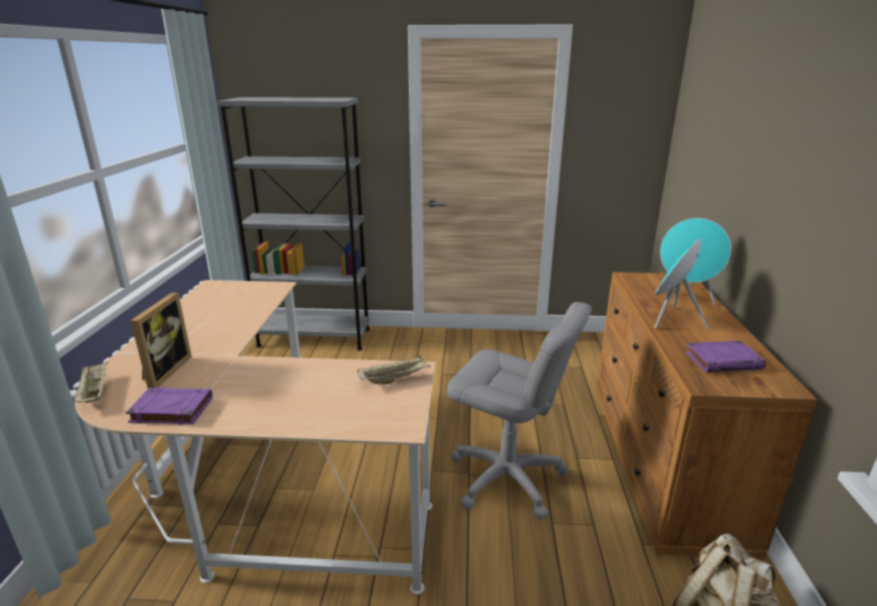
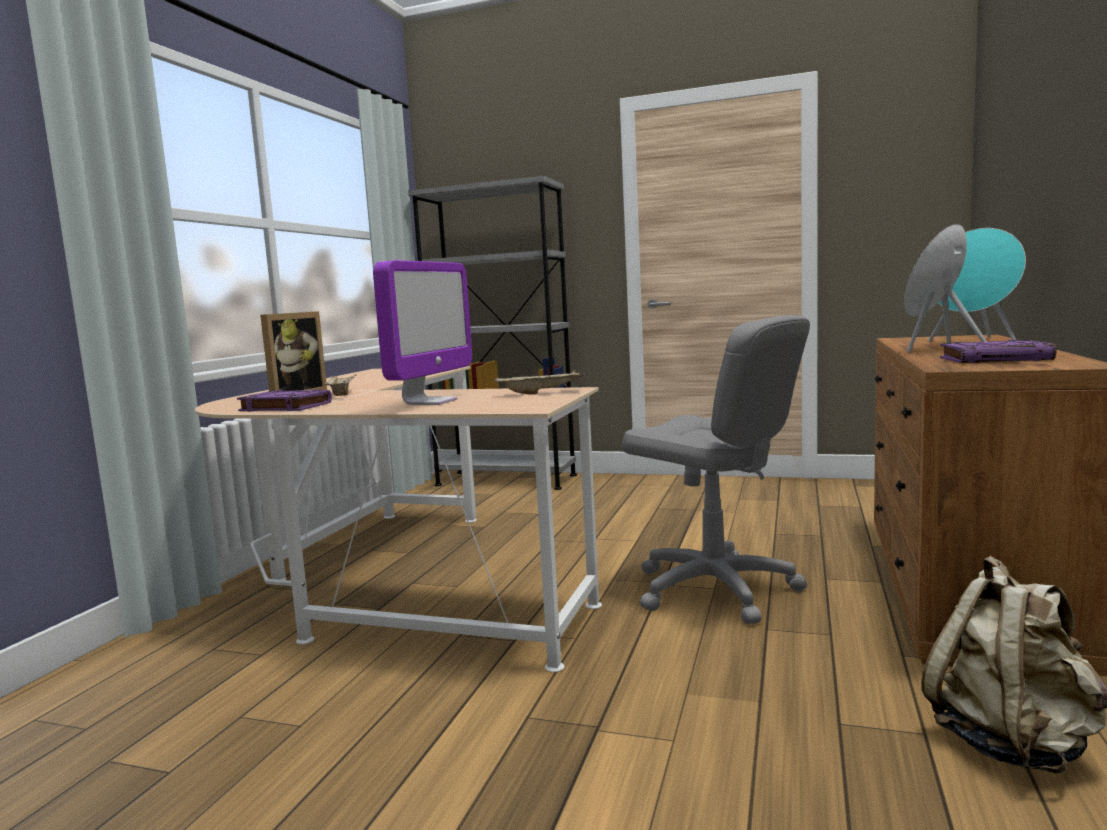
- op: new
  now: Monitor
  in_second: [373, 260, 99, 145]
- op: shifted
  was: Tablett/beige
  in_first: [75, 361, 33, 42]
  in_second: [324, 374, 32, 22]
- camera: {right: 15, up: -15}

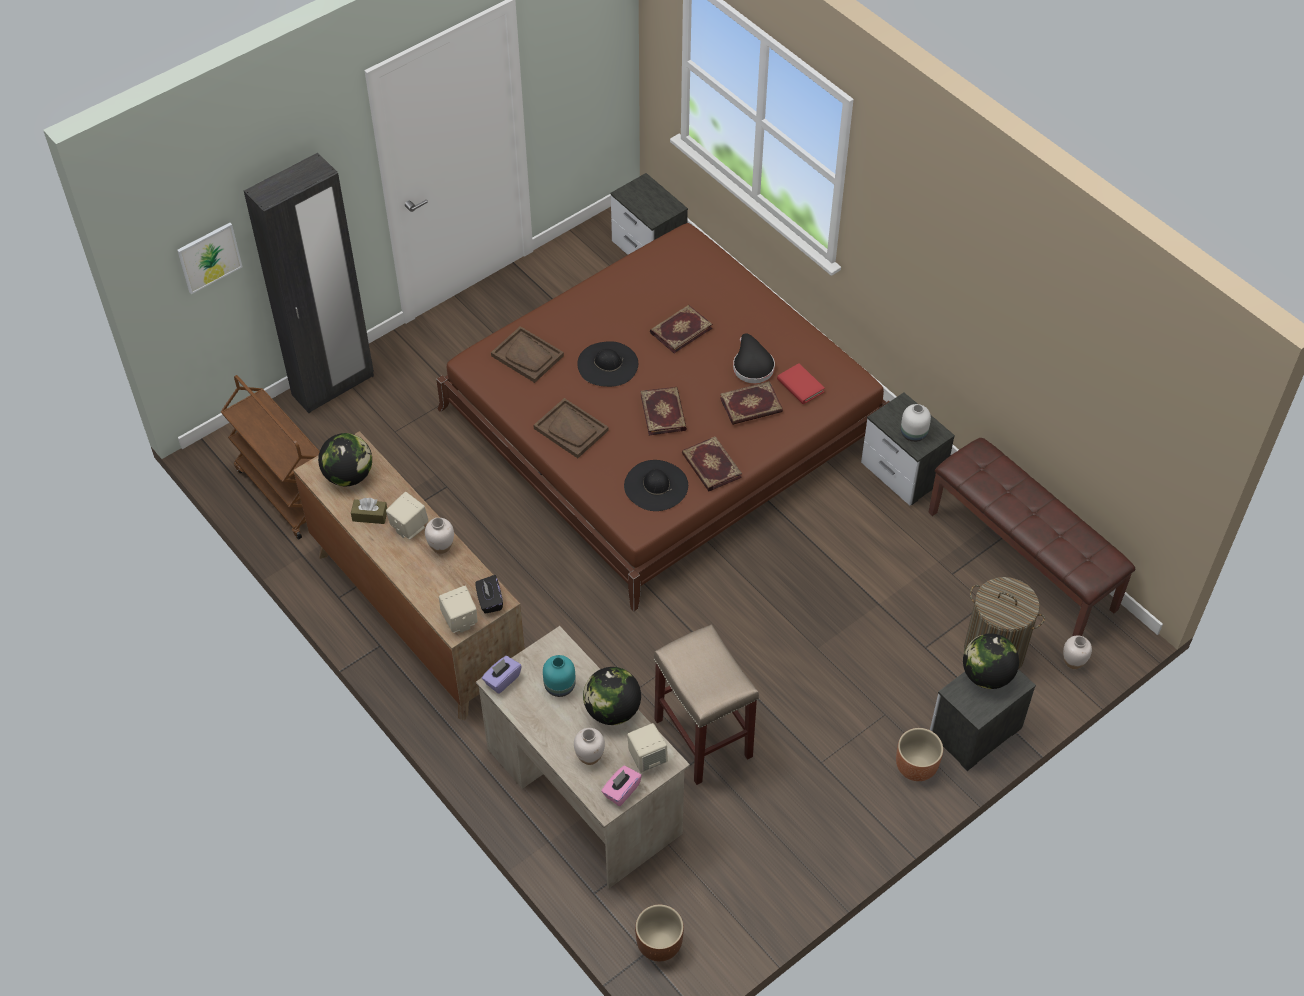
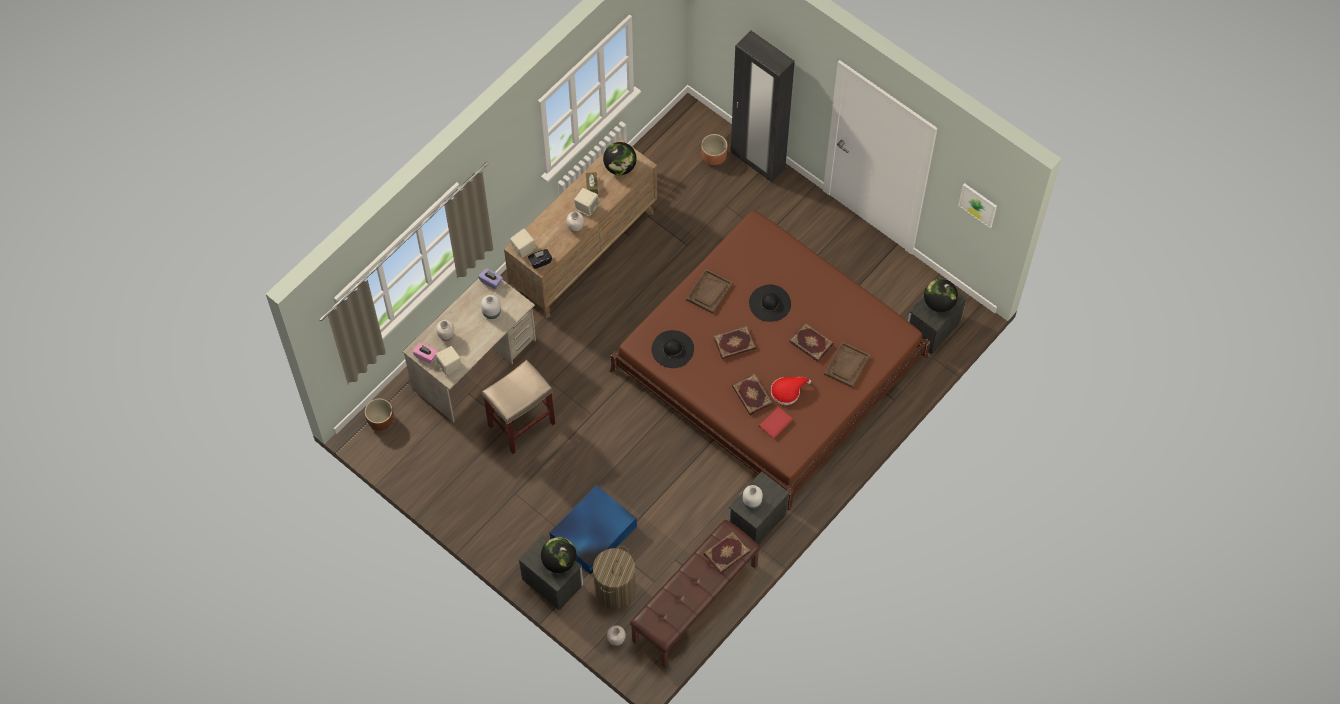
- op: gone
  was: Rollwagen/braun
  in_first: [221, 375, 99, 164]
- op: new
  now: Aufbewahrungsbox/blau
  in_second: [550, 485, 87, 89]
- op: shifted
  was: Bild
  in_first: [177, 223, 65, 71]
  in_second: [958, 183, 39, 45]
- op: shifted
  was: Tablett/braun
  in_first: [491, 326, 73, 57]
  in_second: [824, 341, 46, 47]
- op: shifted
  was: Globus
  in_first: [583, 667, 58, 58]
  in_second: [924, 279, 34, 33]
- op: shifted
  was: Buch
  in_first: [682, 436, 60, 55]
  in_second: [704, 531, 46, 43]
- op: shifted
  was: Pflanzkübel/braun
  in_first: [896, 728, 47, 53]
  in_second: [701, 134, 27, 31]
- op: repainted
  was: Vase/türkis
  now: Vase/weiß
  in_first: [543, 655, 33, 42]
  in_second: [481, 295, 20, 24]
- op: repainted
  was: Hut/schwarz
  now: Hut/rot
  in_first: [733, 333, 42, 50]
  in_second: [771, 377, 40, 28]
- camera: {right: 80, up: 10}

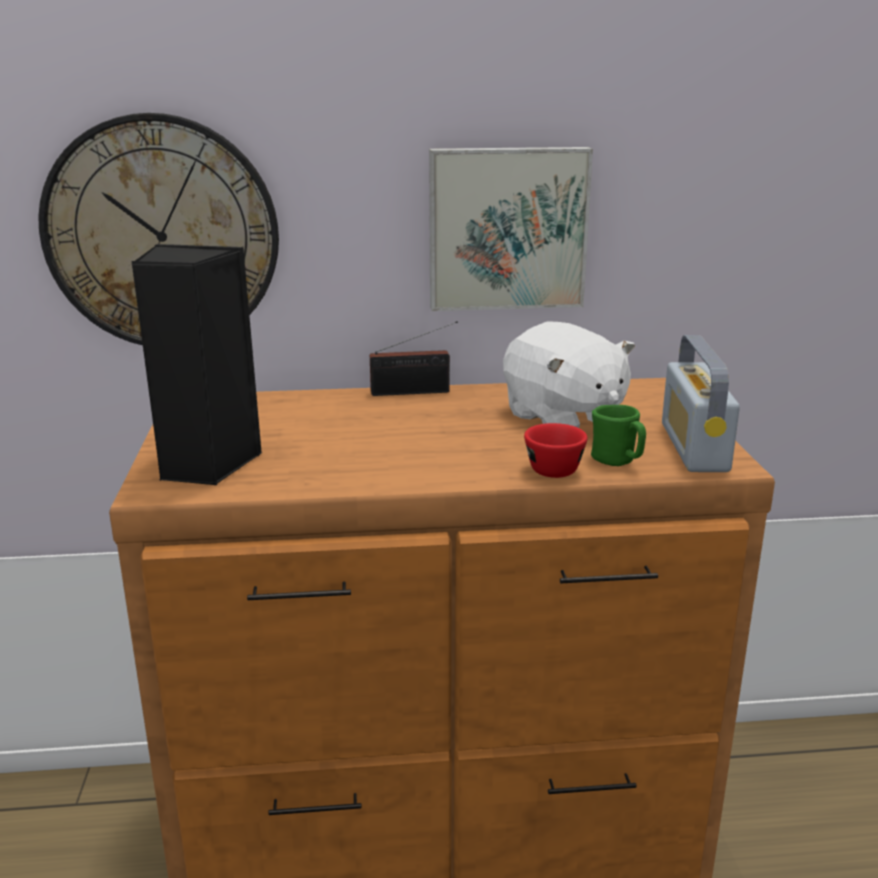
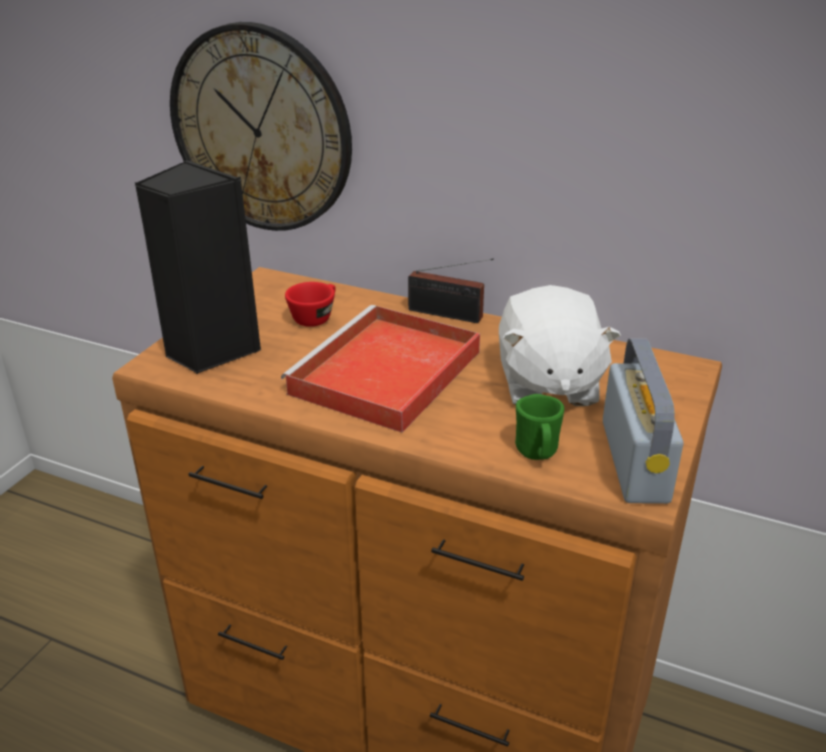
- op: gone
  was: Bild
  in_first: [429, 147, 164, 164]
- op: new
  now: Tablett/rot
  in_second: [281, 305, 199, 128]
- op: shifted
  was: Tasse/rot
  in_first: [524, 423, 64, 55]
  in_second: [285, 282, 51, 45]
- op: rotated
  was: Radio
  in_first: [662, 335, 78, 137]
  in_second: [603, 339, 80, 165]
  clockwise: 150
- camera: {right: 30, up: 10}

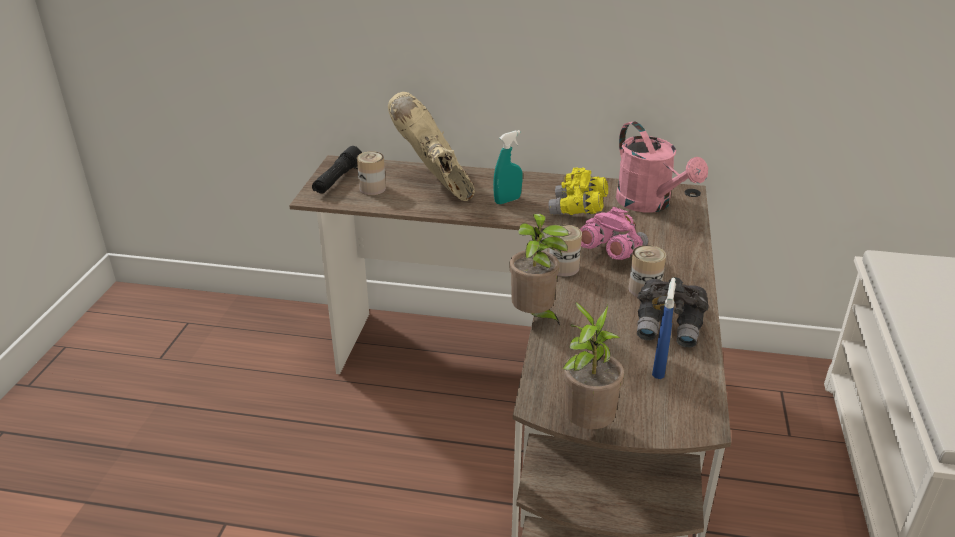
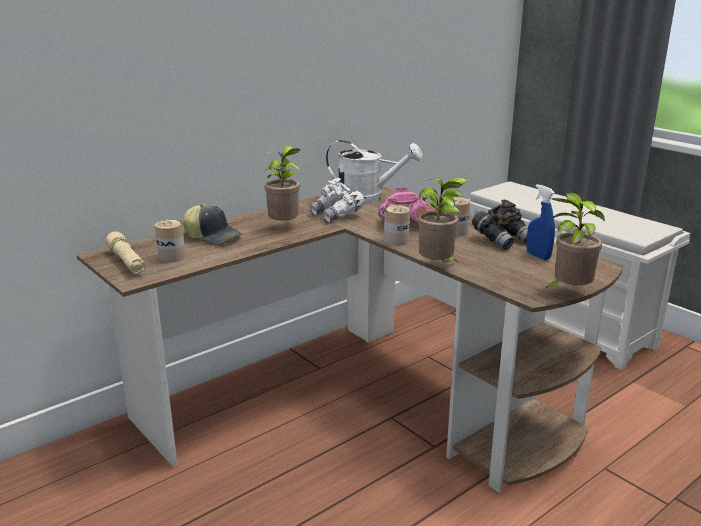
- op: swapped
  was: Stiefel/beige
  now: Kappe
  in_first: [388, 92, 87, 109]
  in_second: [183, 204, 59, 42]
- op: swapped
  was: Sprühflasche/türkis
  now: Topfpflanze
  in_first: [493, 130, 29, 74]
  in_second: [263, 146, 38, 75]
- op: repainted
  was: Taschenlampe/schwarz
  now: Taschenlampe/beige
  in_first: [312, 146, 50, 48]
  in_second: [106, 231, 40, 43]
- op: repainted
  was: Fernglas/gelb
  now: Fernglas/weiß
  in_first: [549, 167, 59, 48]
  in_second: [309, 178, 56, 44]
- op: repainted
  was: Gießkanne/rosa
  now: Gießkanne/weiß
  in_first: [616, 121, 92, 92]
  in_second: [326, 140, 96, 64]
- camera: {right: -50, up: -10}

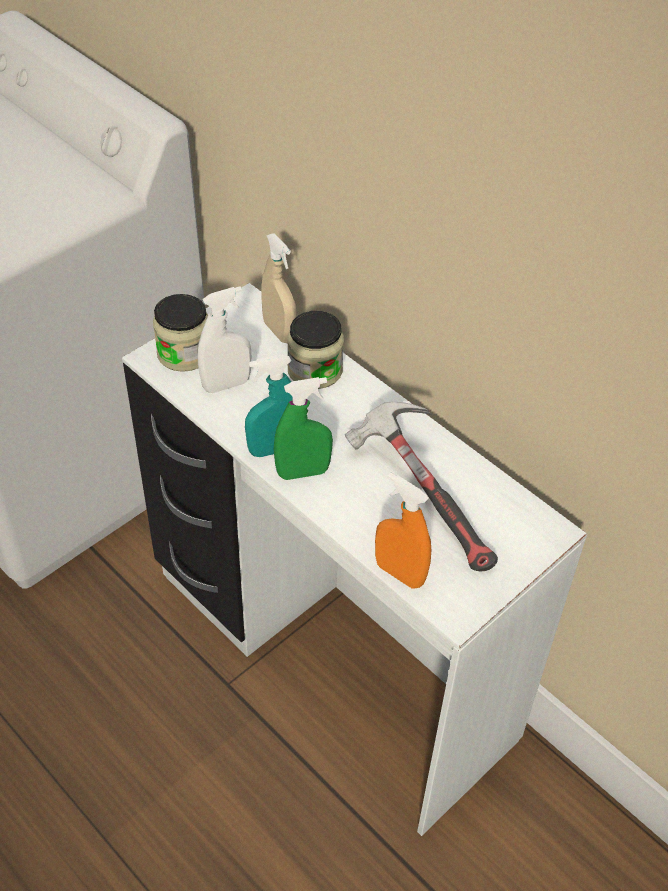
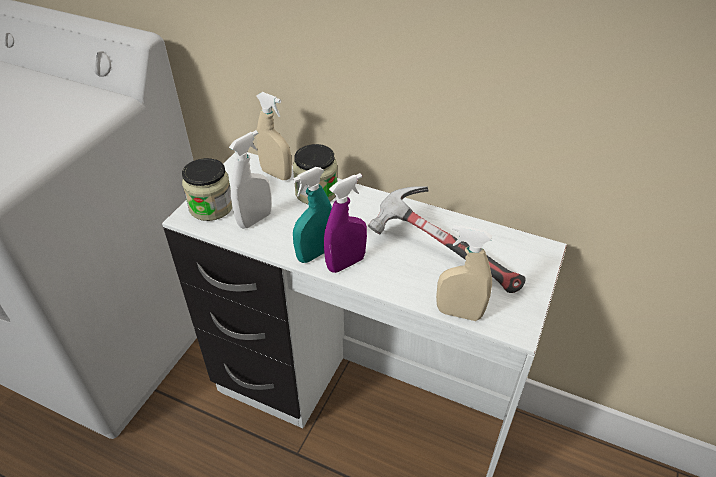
- op: repainted
  was: Sprühflasche/grün
  now: Sprühflasche/lila
  in_first: [274, 377, 59, 103]
  in_second: [324, 173, 43, 100]
- op: repainted
  was: Sprühflasche/orange
  now: Sprühflasche/beige
  in_first: [375, 472, 56, 117]
  in_second: [436, 225, 56, 96]
- camera: {right: -20, up: -5}

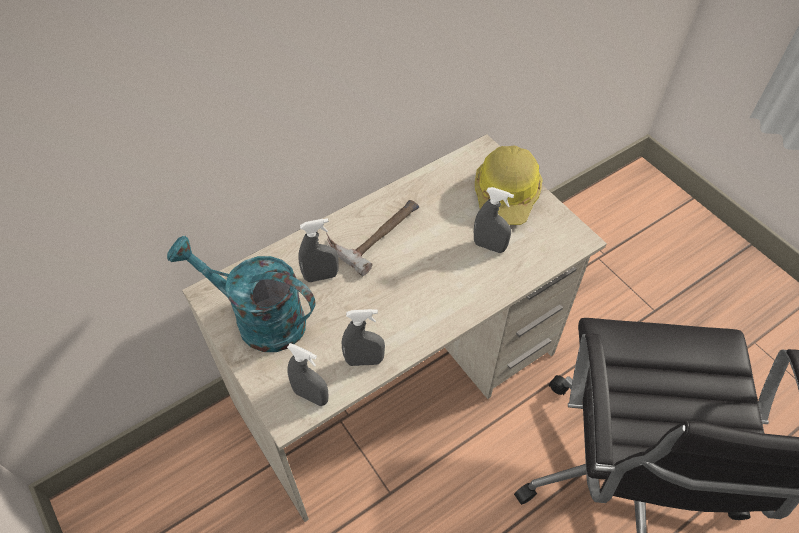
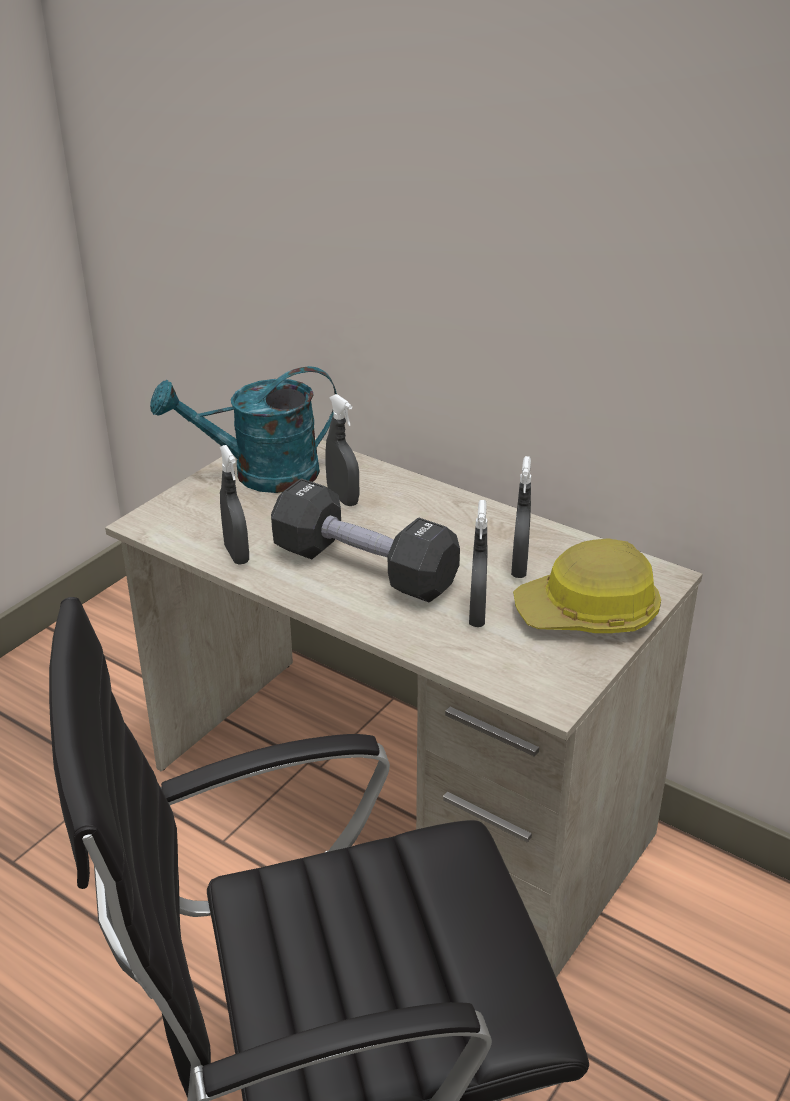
- op: gone
  was: Hammer
  in_first: [326, 200, 93, 76]
- op: new
  now: Hantel/schwarz
  in_second: [271, 478, 189, 124]
- op: shifted
  was: Sprühflasche/grau
  in_first: [287, 343, 41, 63]
  in_second: [511, 456, 20, 122]
- op: rotated
  was: Gießkanne/türkis
  in_first: [167, 236, 148, 116]
  in_second: [150, 366, 187, 127]
  clockwise: -105
- camera: {right: 70, up: -20}

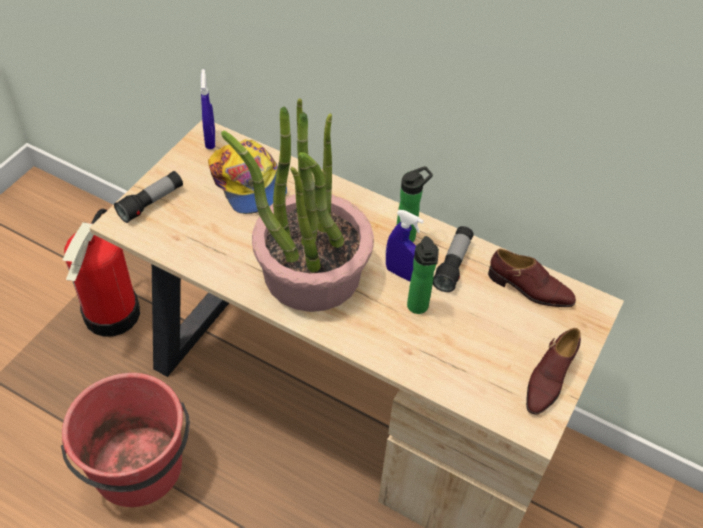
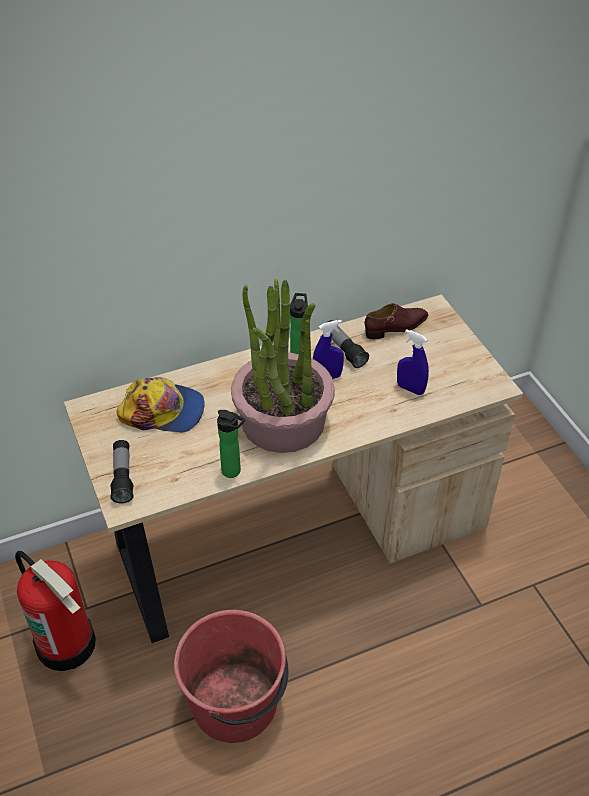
- op: gone
  was: Schuh/braun
  in_first: [526, 328, 55, 87]
- op: shifted
  was: Sprühflasche/blau
  in_first: [201, 69, 14, 80]
  in_second: [397, 329, 32, 66]
- op: shifted
  was: Flasche
  in_first: [407, 236, 32, 78]
  in_second: [217, 410, 28, 68]
- camera: {right: -50, up: -5}

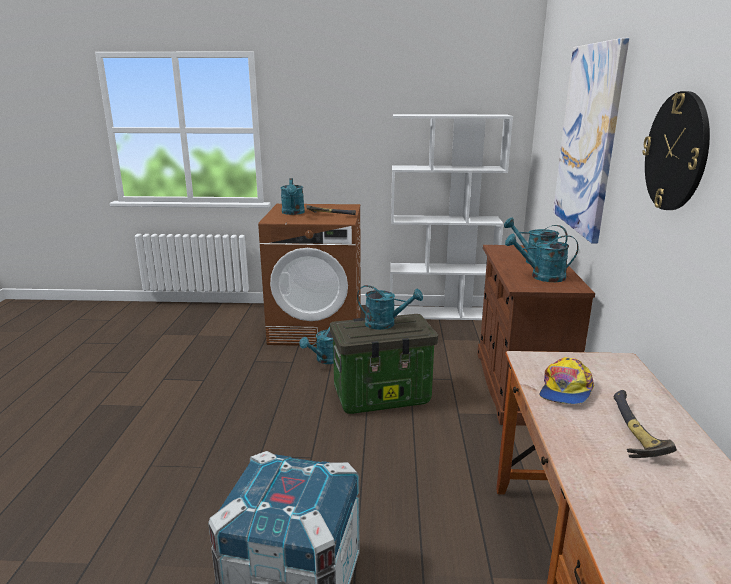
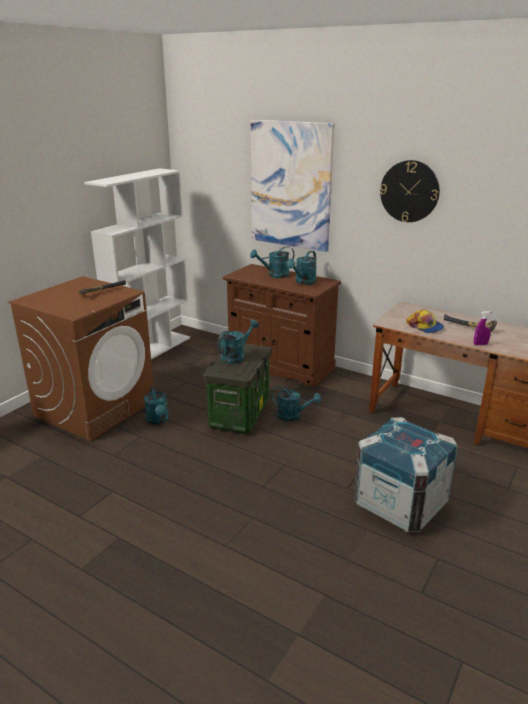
- op: new
  now: Sprühflasche/lila
  in_second: [474, 311, 19, 34]
- op: shifted
  was: Gießkanne/türkis
  in_first: [281, 178, 24, 37]
  in_second: [271, 386, 50, 35]
- camera: {right: -60, up: 5}

